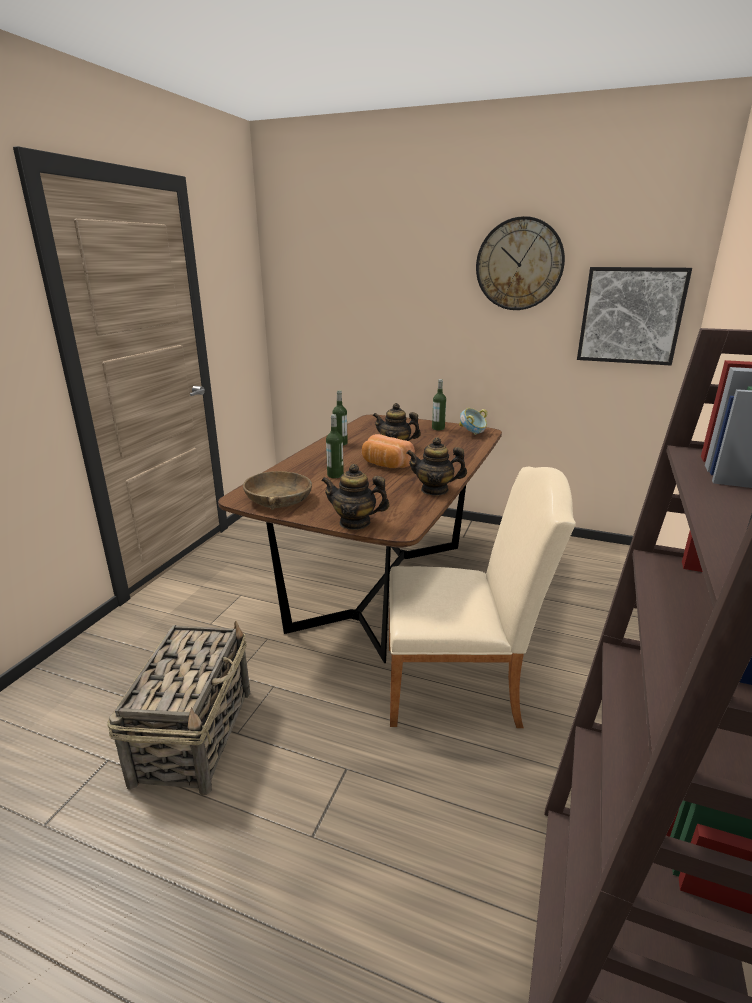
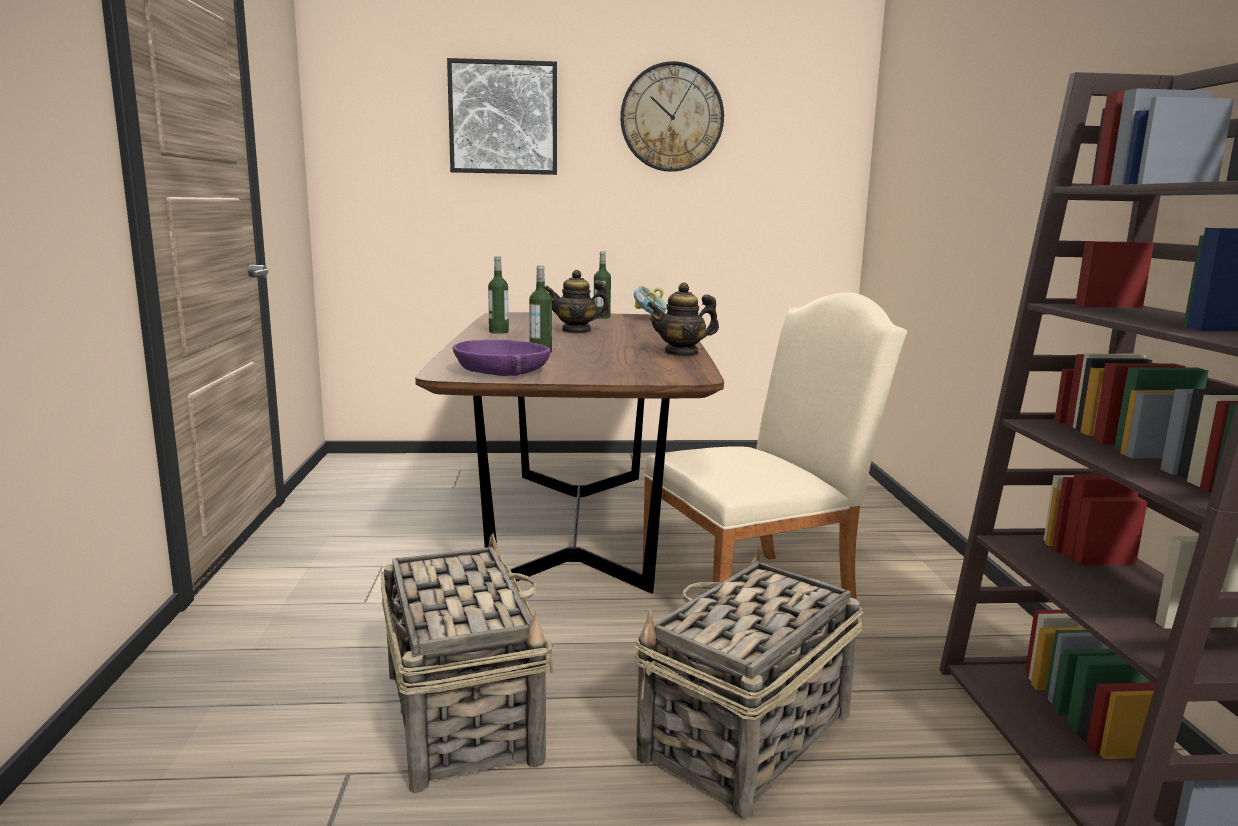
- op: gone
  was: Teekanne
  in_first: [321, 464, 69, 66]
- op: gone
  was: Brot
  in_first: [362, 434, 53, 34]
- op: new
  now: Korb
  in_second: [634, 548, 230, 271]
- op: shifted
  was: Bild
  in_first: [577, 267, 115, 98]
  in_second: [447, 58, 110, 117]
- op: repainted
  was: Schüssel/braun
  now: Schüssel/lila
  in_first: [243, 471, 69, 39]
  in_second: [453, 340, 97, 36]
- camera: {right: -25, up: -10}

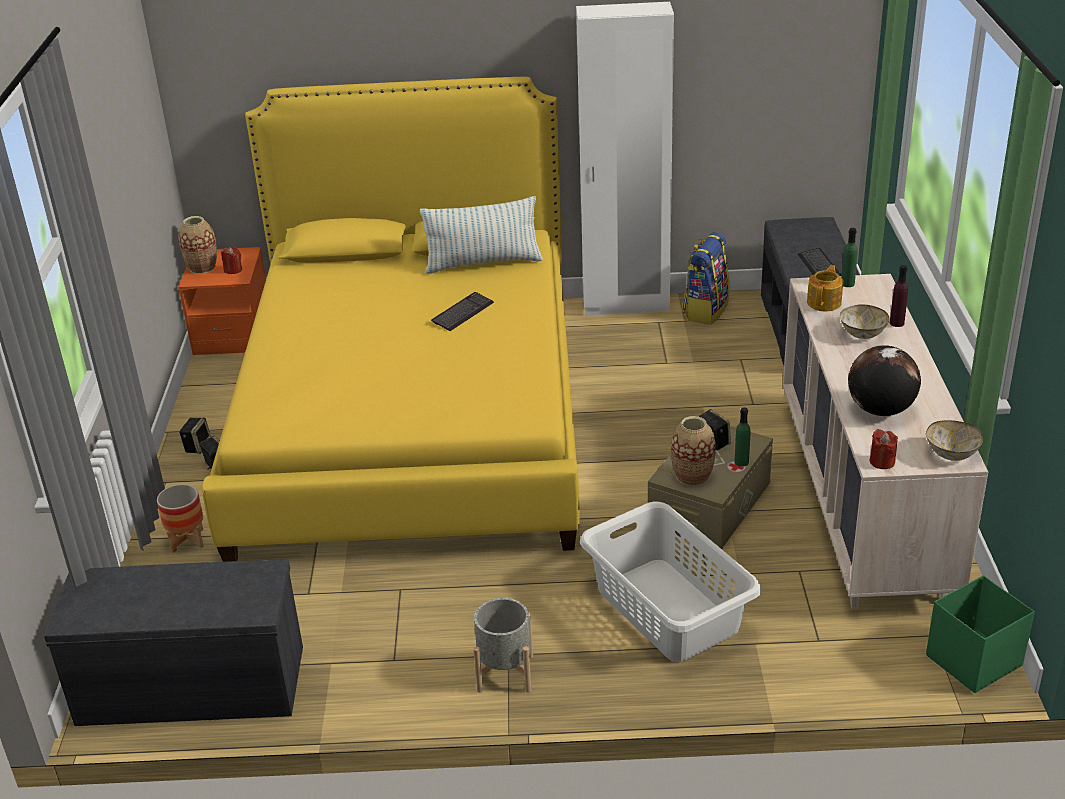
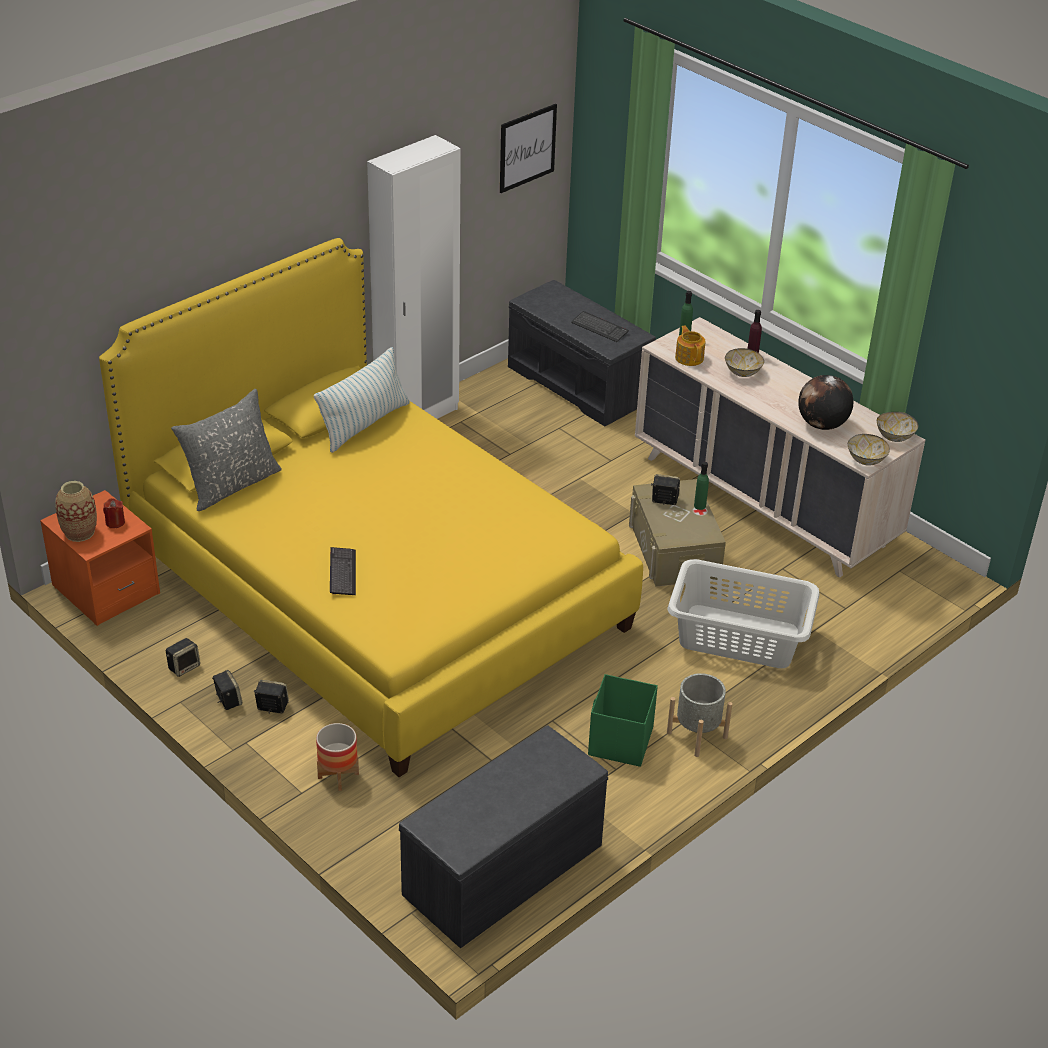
- op: gone
  was: Vase
  in_first: [671, 416, 45, 70]
- op: gone
  was: Rucksack
  in_first: [682, 232, 48, 93]
- op: new
  now: Lautsprecher
  in_second: [166, 638, 34, 39]
- op: new
  now: Kissen/grau
  in_second: [171, 389, 111, 122]
- op: new
  now: Bild
  in_second: [500, 104, 57, 89]
- op: shifted
  was: Tastatur
  in_first: [431, 292, 63, 39]
  in_second: [330, 547, 26, 48]
- op: shifted
  was: Aufbewahrungsbox/grün
  in_first: [926, 576, 109, 117]
  in_second: [588, 674, 70, 93]
- op: swapped
  was: Kerze/rot
  now: Schüssel
  in_first: [870, 429, 28, 40]
  in_second: [848, 434, 42, 32]
- camera: {right: -45, up: 5}

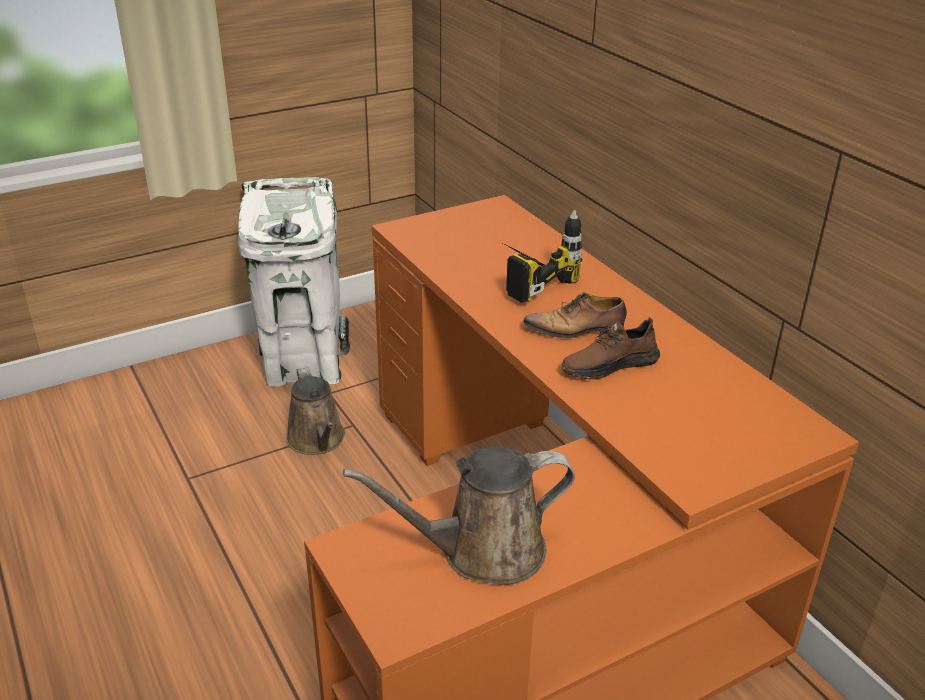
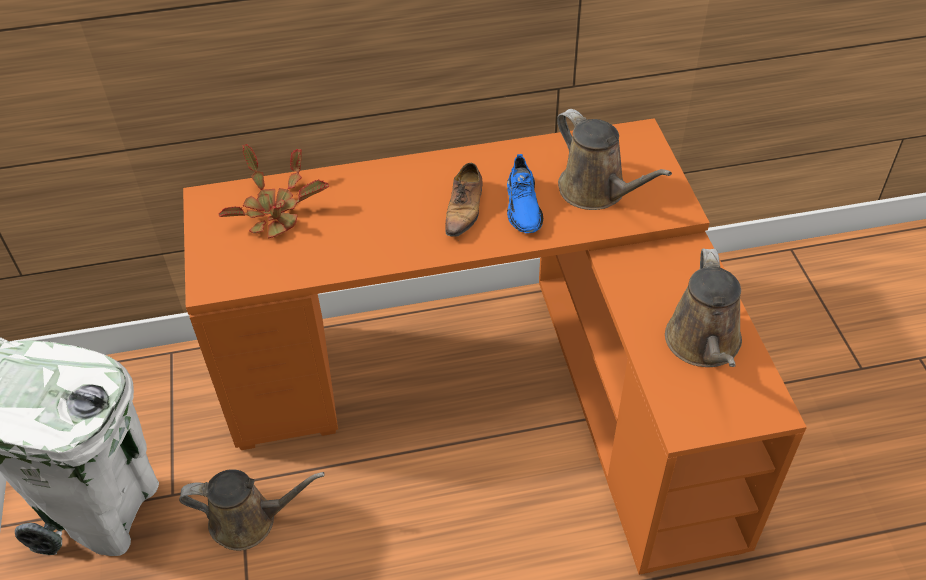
- op: gone
  was: Bohrmaschine
  in_first: [501, 210, 82, 93]
- op: new
  now: Topfpflanze
  in_second: [219, 144, 110, 95]
- op: new
  now: Gießkanne/braun
  in_second: [557, 109, 115, 101]
- op: repainted
  was: Schuh/braun
  now: Schuh/blau
  in_first: [561, 317, 99, 62]
  in_second: [507, 154, 36, 79]
- camera: {right: -70, up: 15}

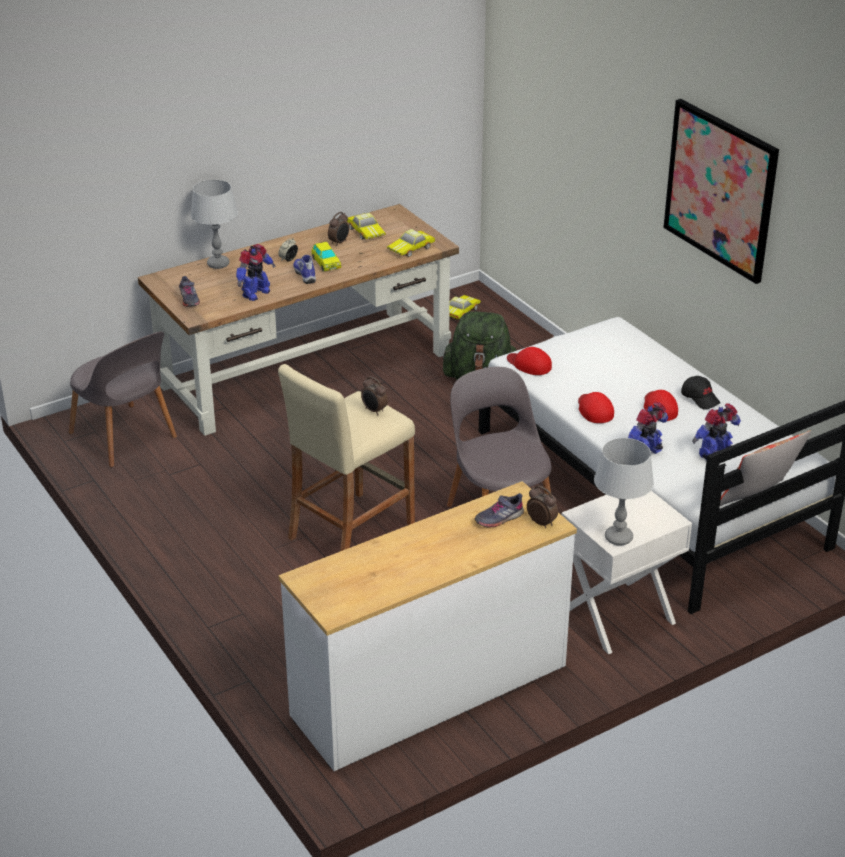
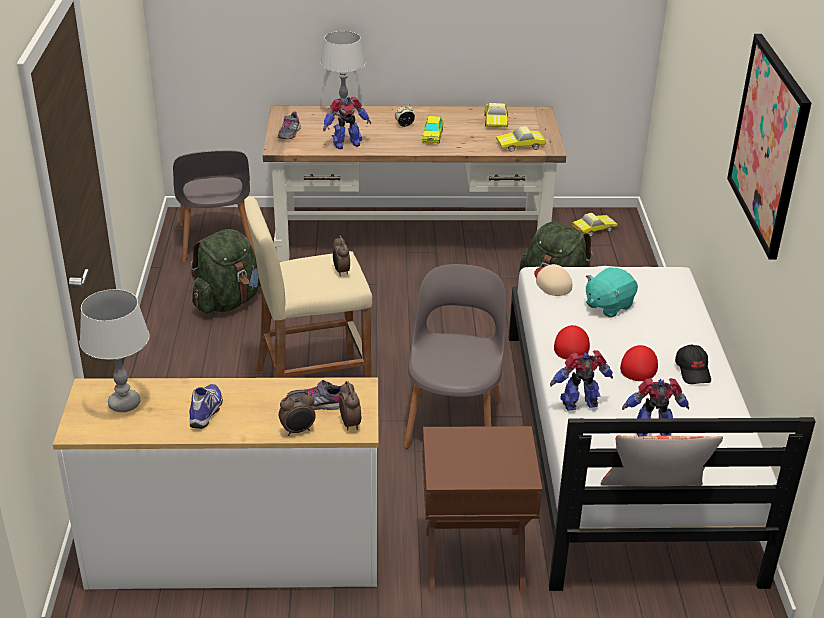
- op: new
  now: Rucksack/grün
  in_second: [190, 229, 71, 84]
- op: new
  now: Plüschtier/türkis
  in_second: [586, 267, 52, 51]
- op: shifted
  was: Schuh
  in_first: [293, 255, 23, 29]
  in_second: [189, 384, 34, 45]
- op: shifted
  was: Wecker
  in_first: [328, 212, 21, 34]
  in_second: [279, 391, 37, 45]
- op: shifted
  was: Tischlampe/grau
  in_first: [594, 438, 60, 108]
  in_second: [80, 289, 70, 123]
- op: repainted
  was: Kappe/rot
  now: Kappe/beige
  in_first: [507, 347, 45, 28]
  in_second: [534, 264, 38, 32]
- op: repainted
  was: Nachttisch/weiß
  now: Nachttisch/braun
  in_first: [562, 491, 130, 163]
  in_second: [422, 426, 120, 168]
- camera: {right: 30, up: 0}

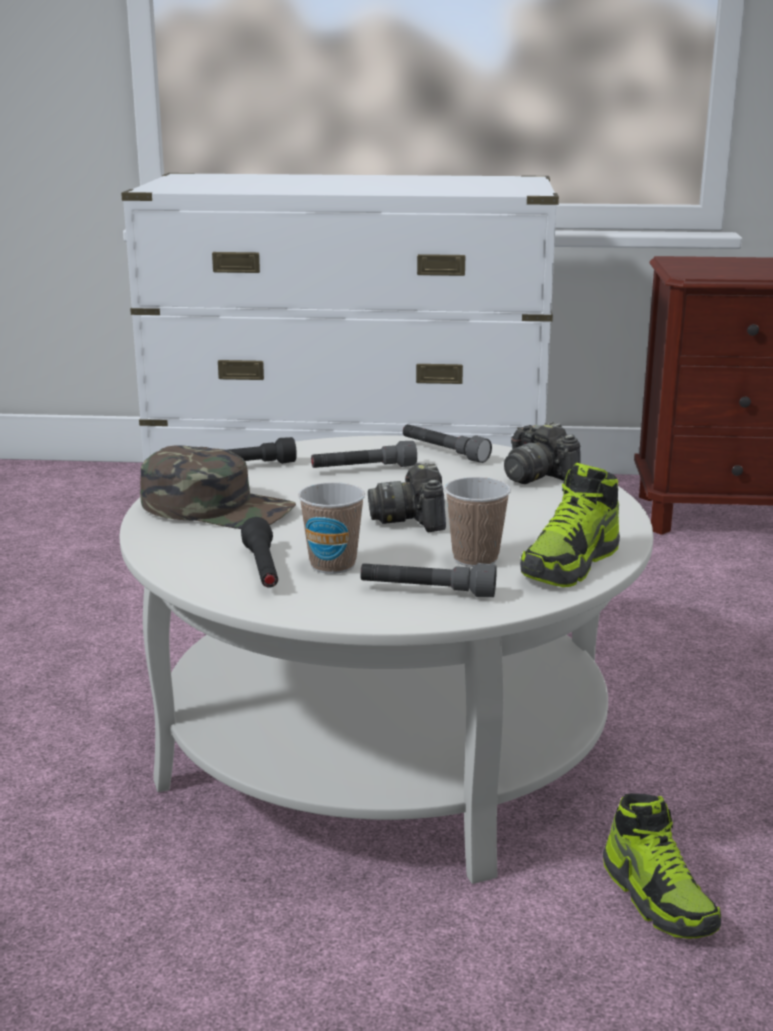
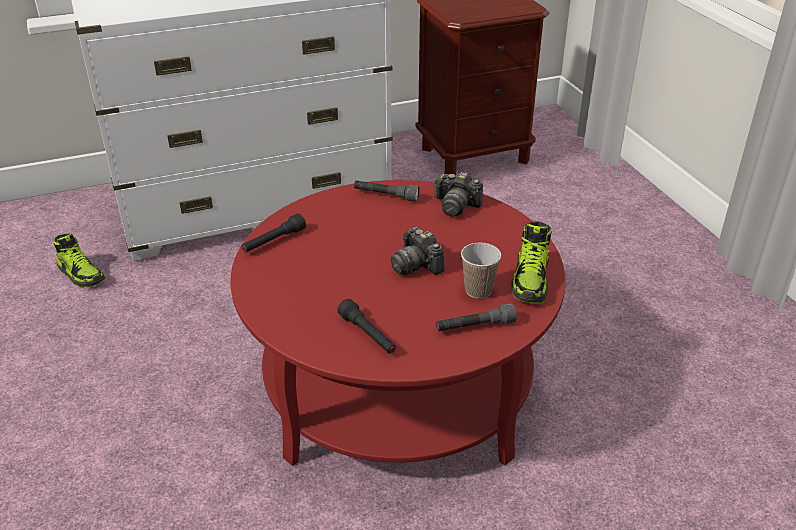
- op: gone
  was: Kappe/grün
  in_first: [140, 445, 156, 84]
- op: gone
  was: Tasse
  in_first: [298, 482, 67, 92]
- op: gone
  was: Taschenlampe/grau
  in_first: [311, 441, 106, 27]
- op: shifted
  was: Schuh
  in_first: [603, 793, 118, 146]
  in_second: [54, 233, 51, 55]
- op: repainted
  was: Couchtisch/weiß
  now: Couchtisch/rot
  in_first: [119, 436, 535, 448]
  in_second: [230, 180, 336, 286]
- camera: {right: -25, up: 15}

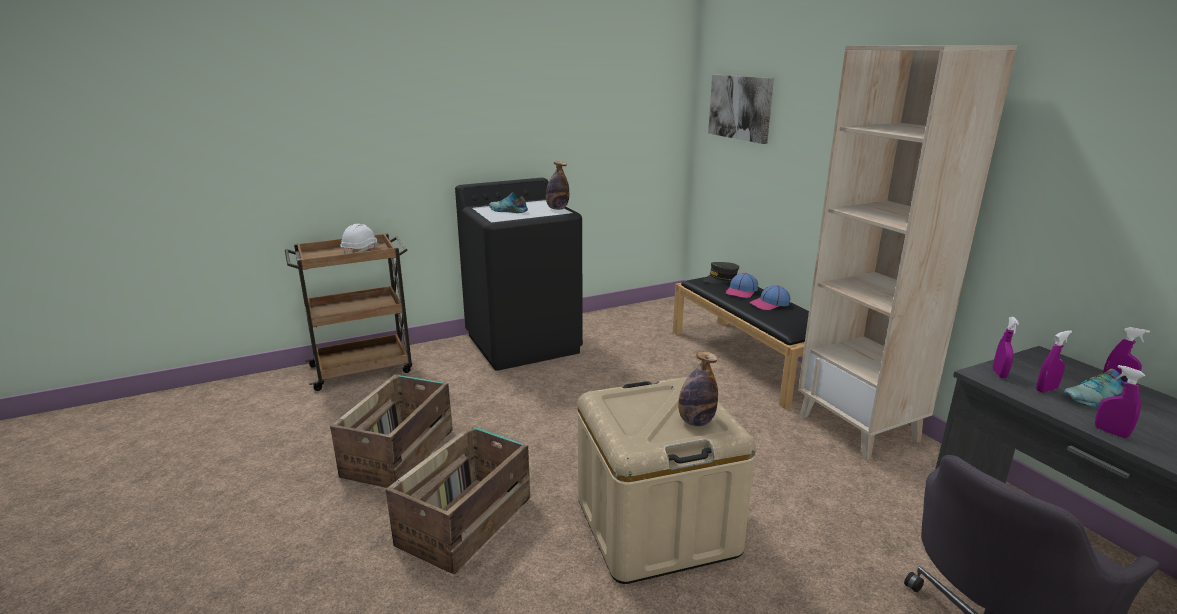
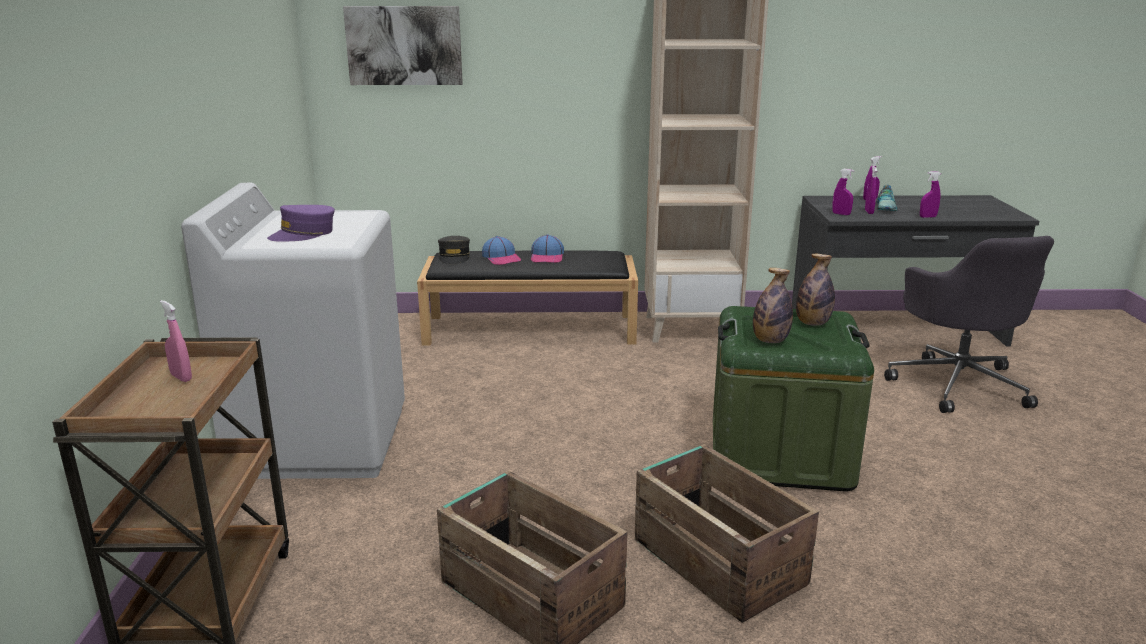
- op: shifted
  was: Flasche
  in_first: [546, 162, 23, 48]
  in_second: [753, 268, 40, 75]
- op: swapped
  was: Schutzhelm/weiß
  now: Sprühflasche/rosa
  in_first: [340, 224, 41, 30]
  in_second: [160, 300, 32, 82]
- op: swapped
  was: Schuh
  now: Kappe/lila
  in_first: [489, 192, 39, 21]
  in_second: [267, 205, 68, 37]
- op: repainted
  was: Waschmaschine/schwarz
  now: Waschmaschine/weiß
  in_first: [455, 178, 128, 193]
  in_second: [181, 183, 224, 296]
- op: repainted
  was: Aufbewahrungsbox/beige
  now: Aufbewahrungsbox/grün
  in_first: [578, 377, 178, 207]
  in_second: [713, 306, 161, 186]
- camera: {right: -65, up: 0}

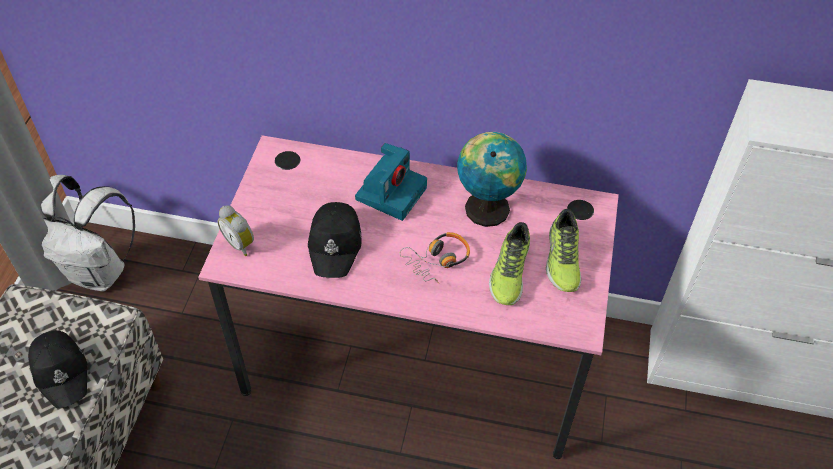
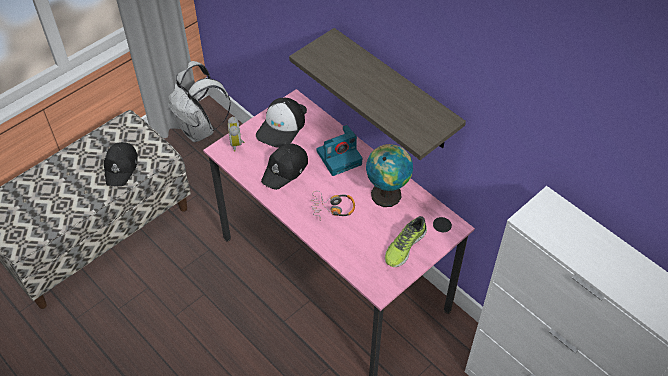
- op: gone
  was: Schuh
  in_first: [489, 222, 41, 83]
- op: new
  now: Kappe
  in_second: [256, 98, 49, 50]
- op: new
  now: Wandregal
  in_second: [289, 28, 177, 132]
- camera: {right: 35, up: 0}

